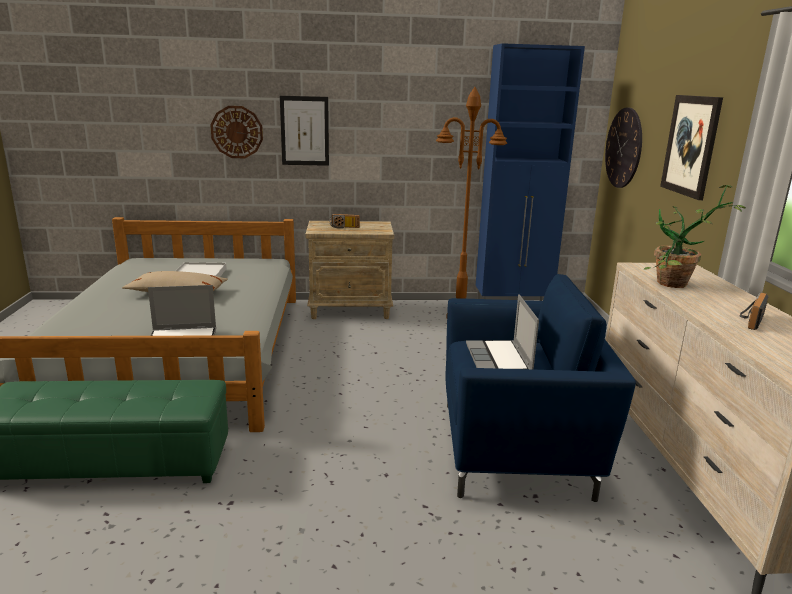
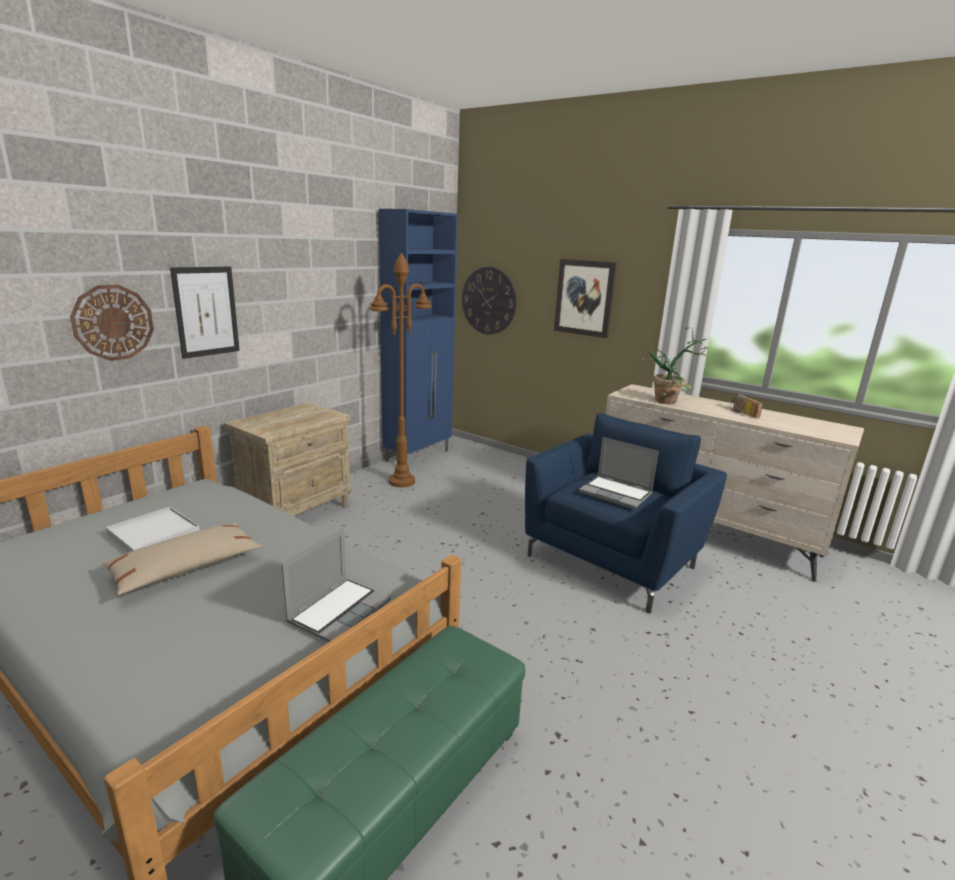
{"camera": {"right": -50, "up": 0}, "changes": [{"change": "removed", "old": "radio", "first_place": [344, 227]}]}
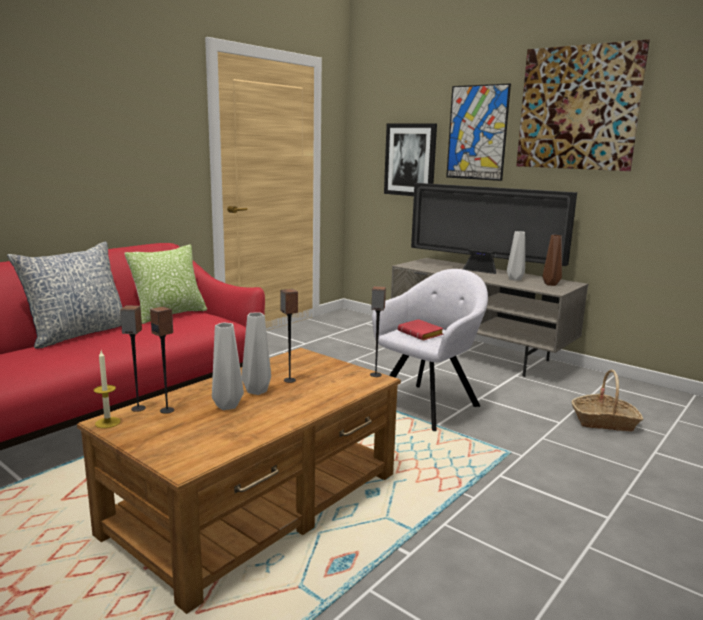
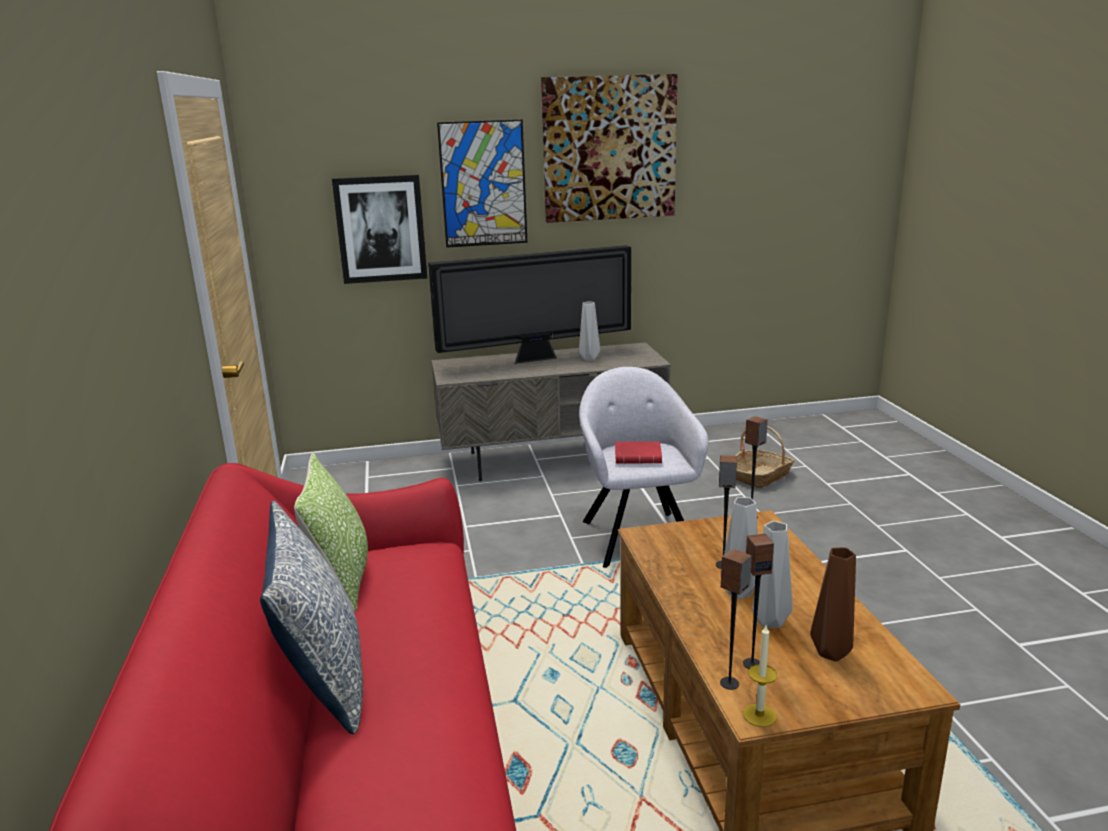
{"camera": {"right": -50, "up": 5}, "changes": [{"change": "moved", "old": "brown vase", "first_place": [551, 284], "second_place": [831, 652]}]}
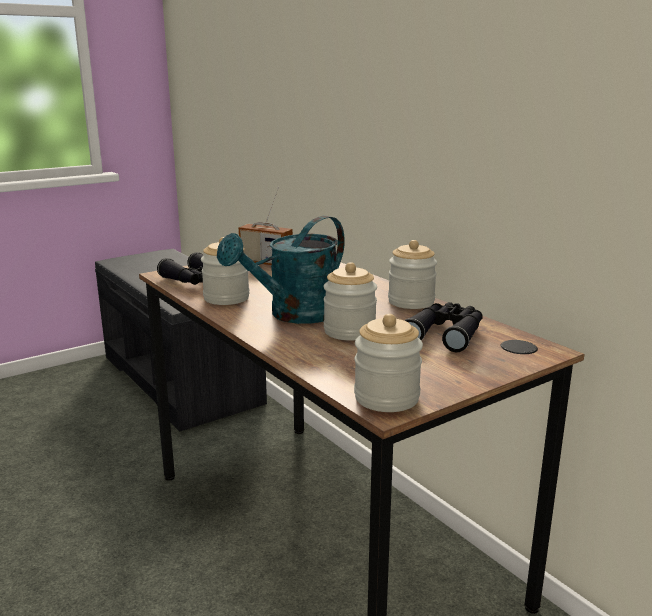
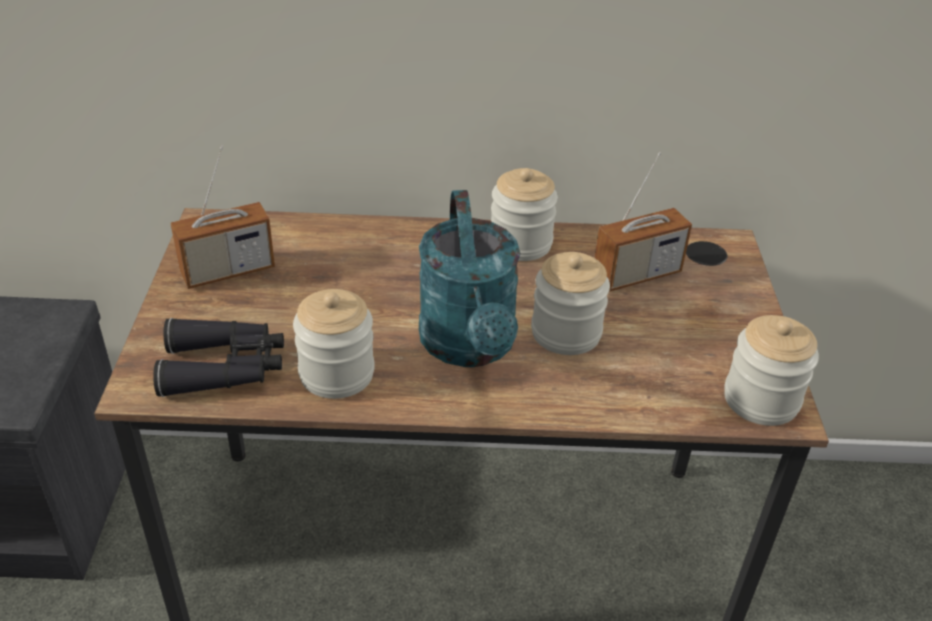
{"camera": {"right": -55, "up": 20}, "changes": [{"change": "replaced", "old": "black binoculars", "new": "radio", "first_place": [446, 334], "second_place": [636, 275]}]}
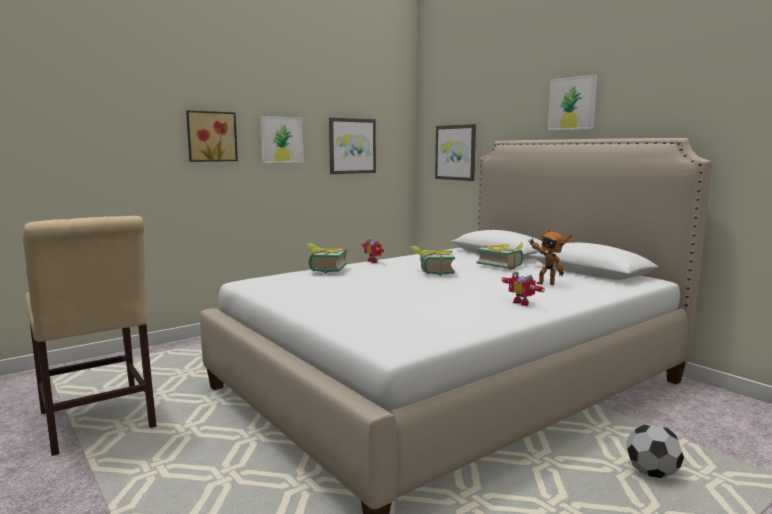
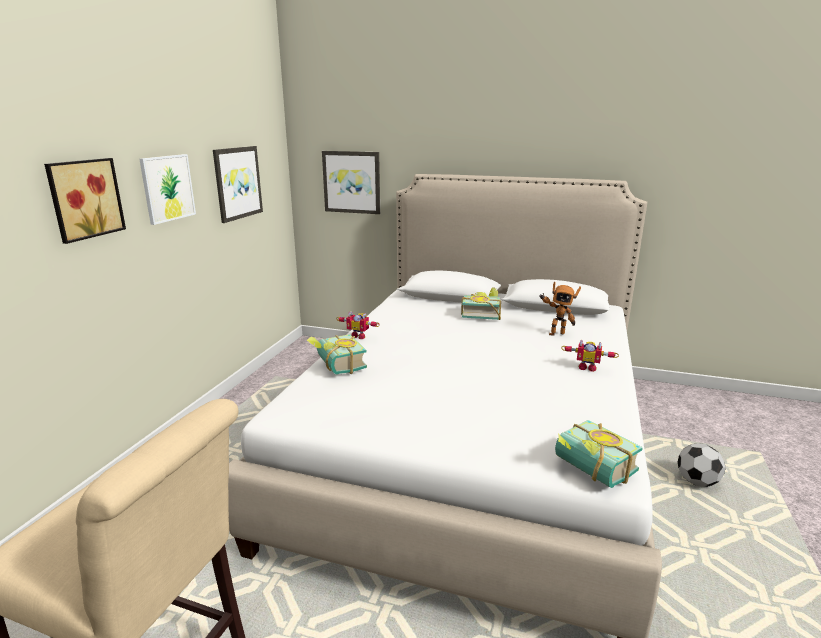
{"camera": {"right": -35, "up": 10}, "changes": [{"change": "removed", "old": "picture", "first_place": [572, 103]}, {"change": "moved", "old": "book", "first_place": [432, 272], "second_place": [590, 470]}]}
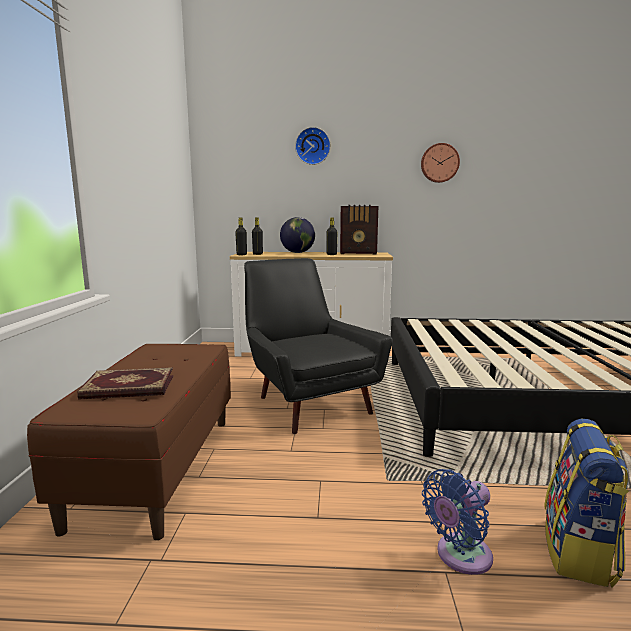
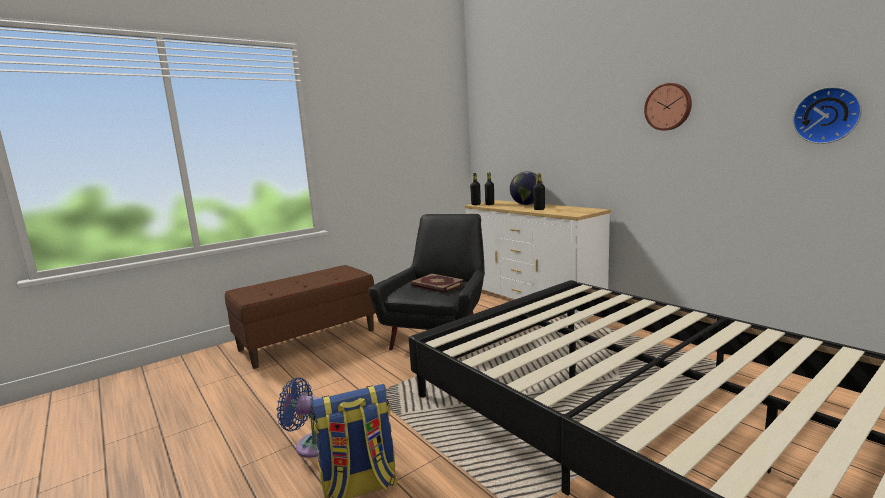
{"camera": {"right": 50, "up": 0}, "changes": [{"change": "removed", "old": "radio", "first_place": [359, 253]}, {"change": "moved", "old": "book", "first_place": [128, 388], "second_place": [437, 285]}, {"change": "moved", "old": "wall clock", "first_place": [313, 146], "second_place": [827, 115]}]}
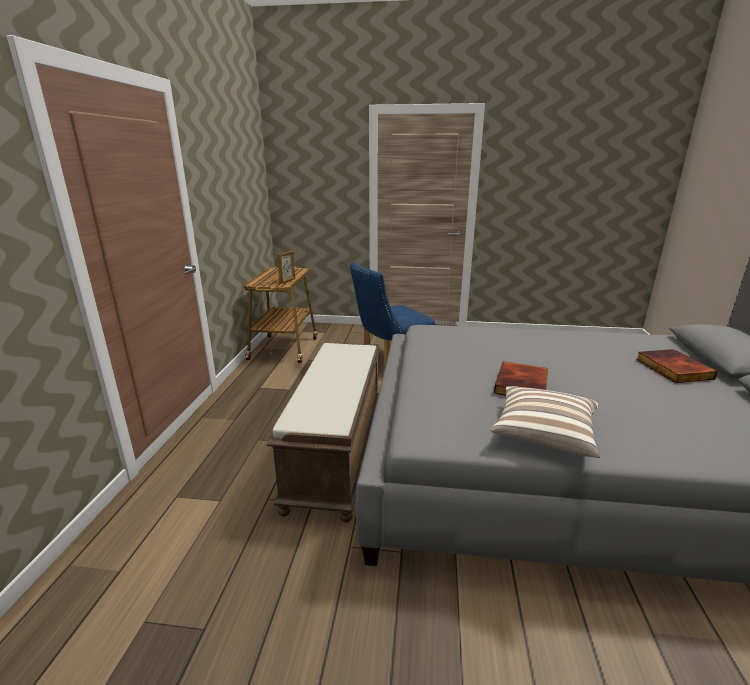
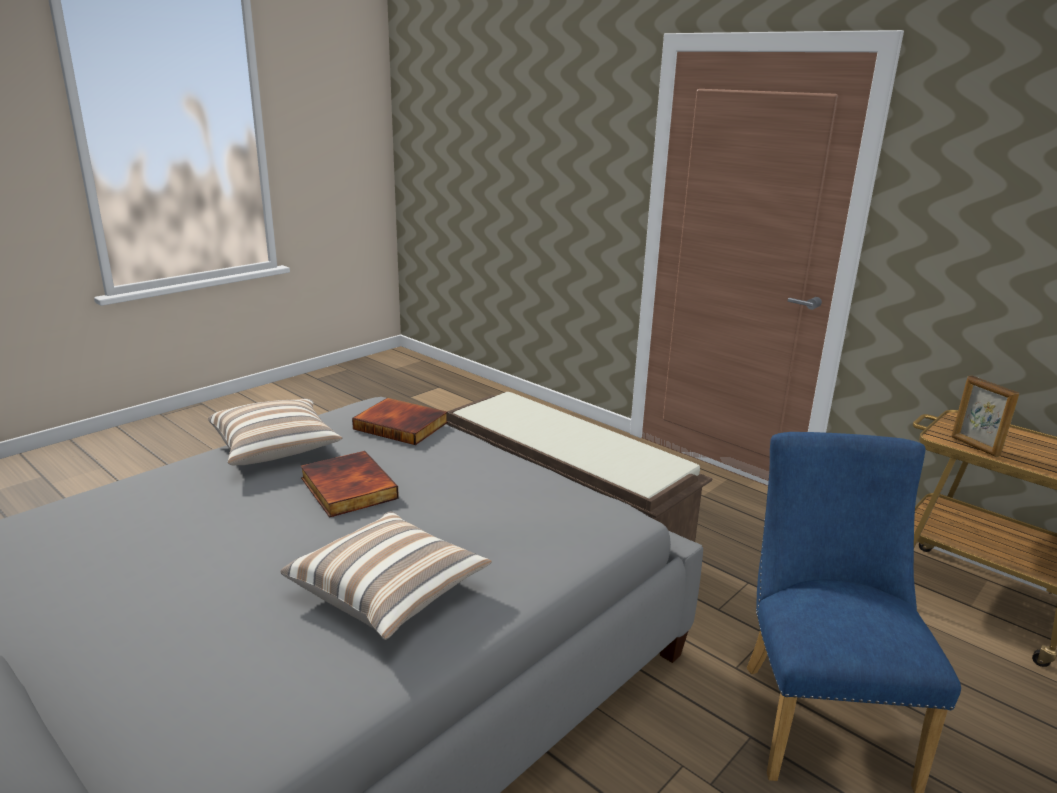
{"camera": {"right": 125, "up": 0}, "changes": [{"change": "added", "new": "pillow", "second_place": [389, 593]}, {"change": "moved", "old": "book", "first_place": [672, 369], "second_place": [402, 425]}]}
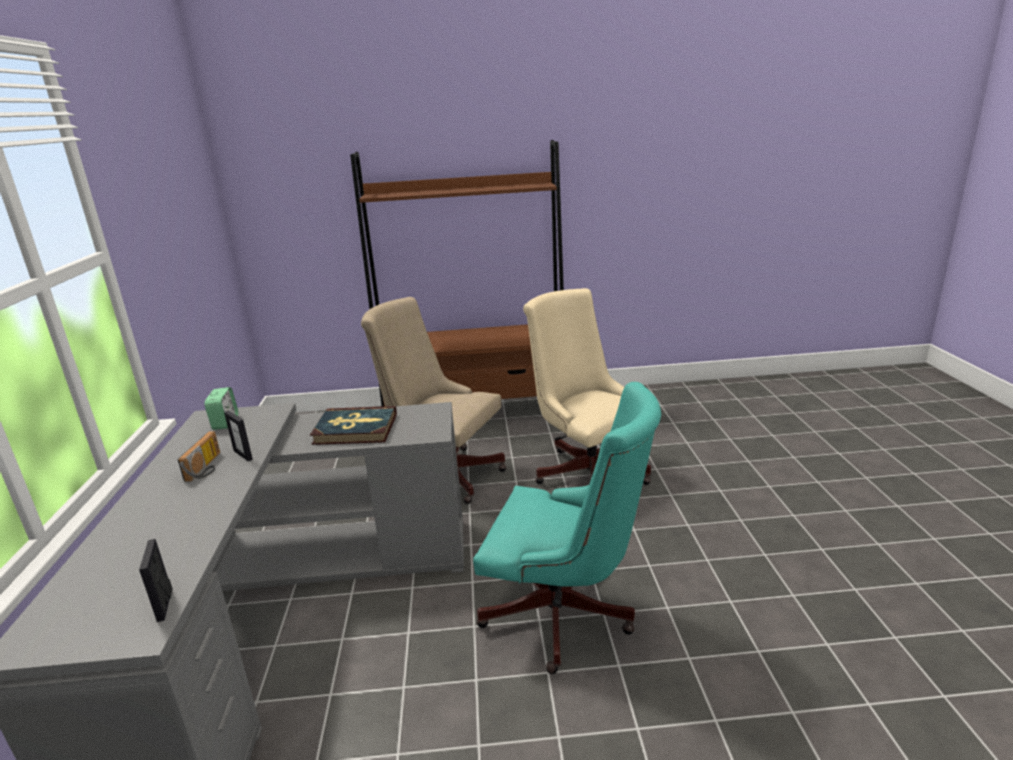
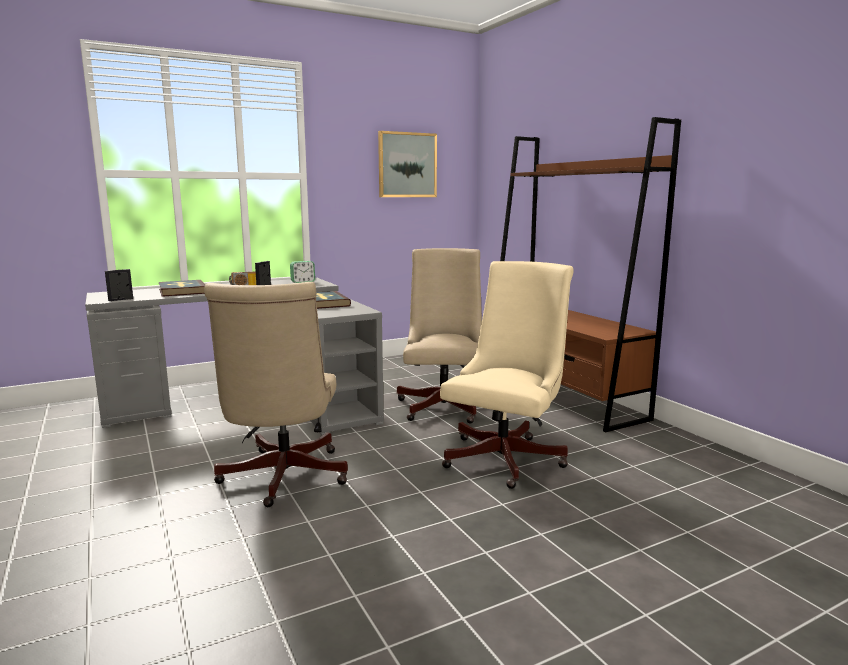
{"camera": {"right": 65, "up": -10}, "changes": [{"change": "added", "new": "book", "second_place": [182, 291]}, {"change": "added", "new": "picture", "second_place": [407, 165]}, {"change": "recoloured", "old": "turquoise office chair", "new": "beige office chair", "first_place": [566, 616], "second_place": [281, 479]}]}
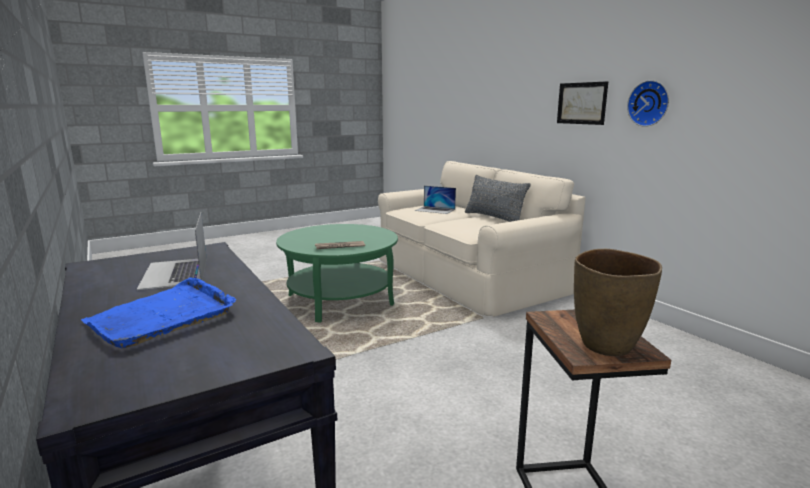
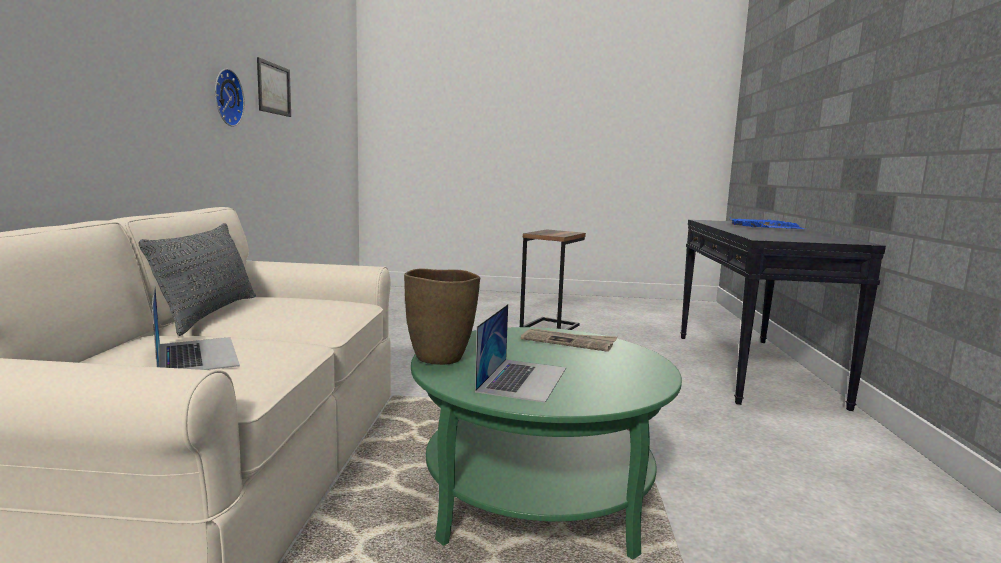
{"camera": {"right": -145, "up": -5}, "changes": [{"change": "moved", "old": "laptop", "first_place": [175, 273], "second_place": [523, 379]}, {"change": "moved", "old": "picture", "first_place": [581, 103], "second_place": [274, 89]}, {"change": "moved", "old": "brown vase", "first_place": [607, 346], "second_place": [440, 358]}]}
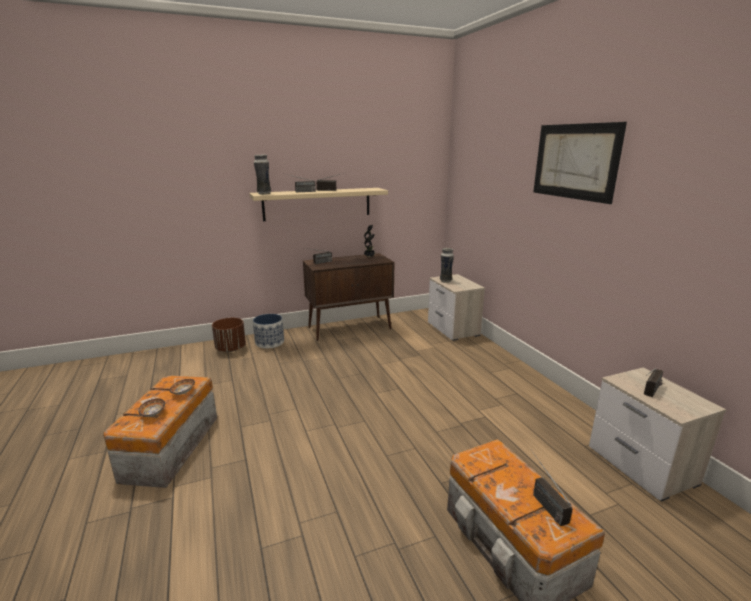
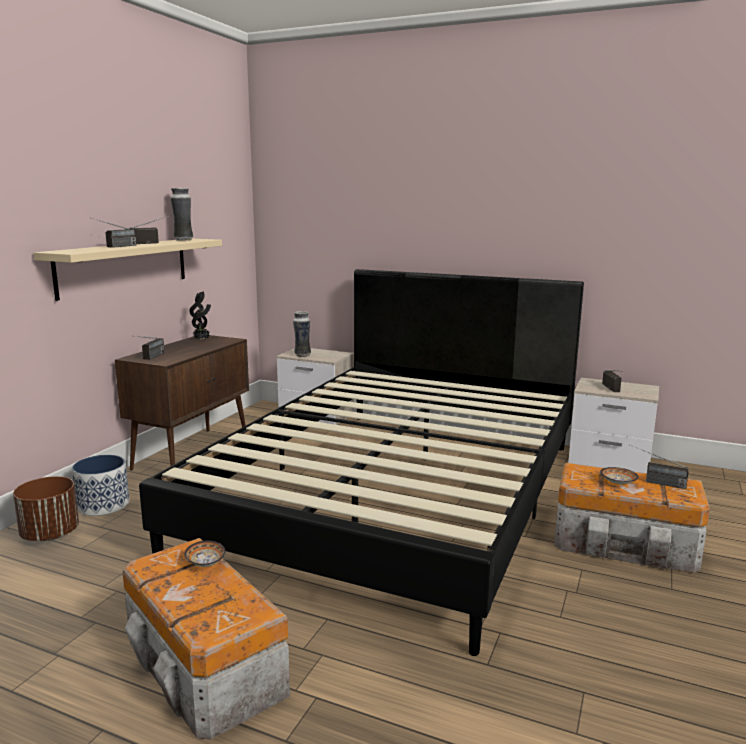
{"camera": {"right": -45, "up": -5}, "changes": [{"change": "removed", "old": "picture", "first_place": [574, 161]}, {"change": "added", "new": "black bed", "second_place": [399, 495]}, {"change": "moved", "old": "bowl", "first_place": [153, 414], "second_place": [618, 483]}, {"change": "moved", "old": "vase", "first_place": [264, 194], "second_place": [183, 240]}]}
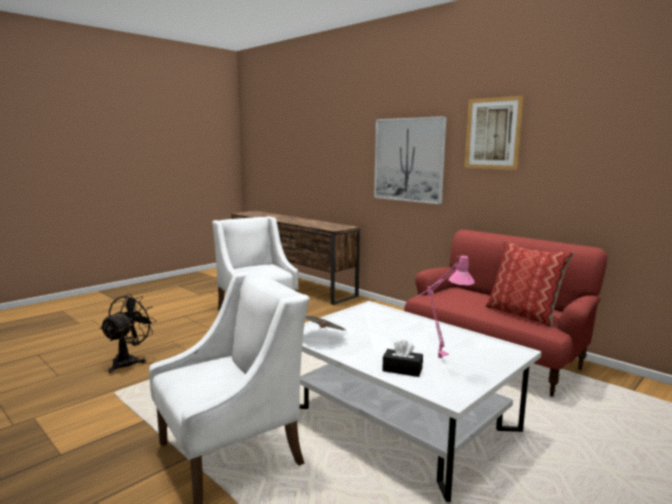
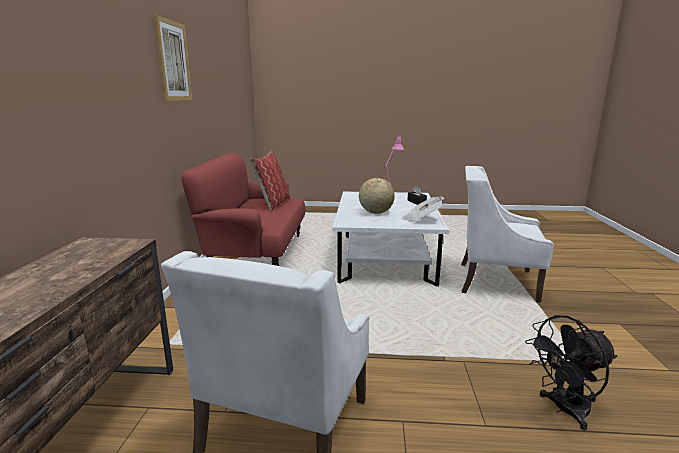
{"camera": {"right": -130, "up": 5}, "changes": [{"change": "removed", "old": "picture", "first_place": [408, 160]}, {"change": "added", "new": "globe", "second_place": [376, 212]}]}
